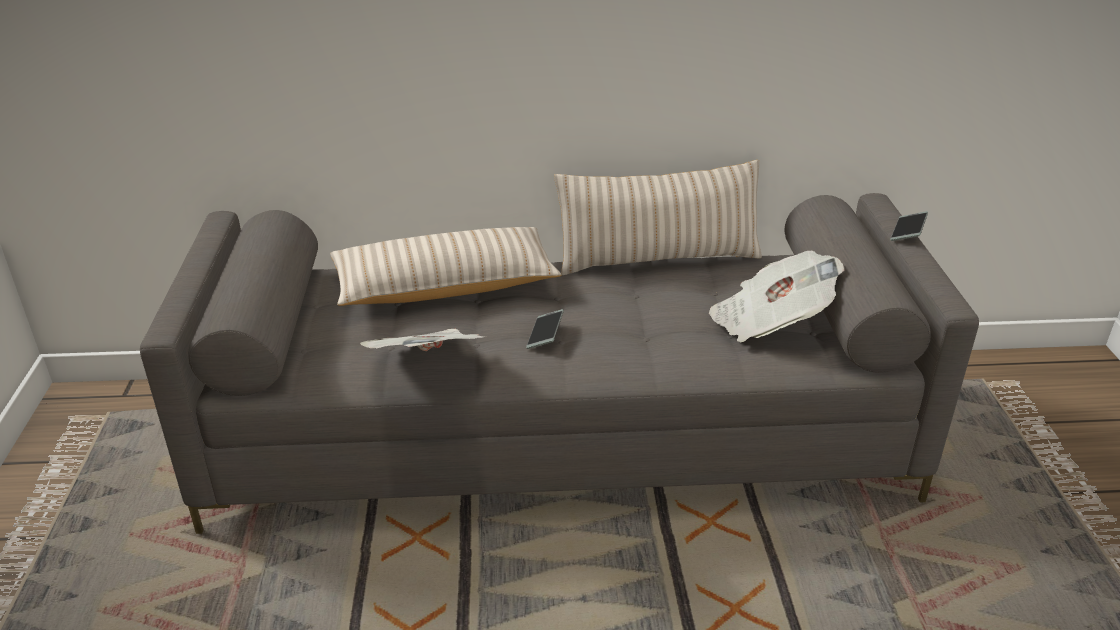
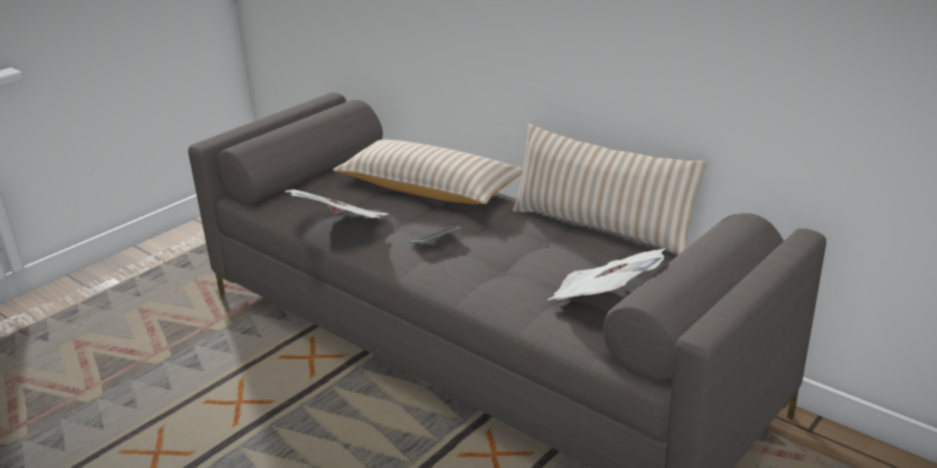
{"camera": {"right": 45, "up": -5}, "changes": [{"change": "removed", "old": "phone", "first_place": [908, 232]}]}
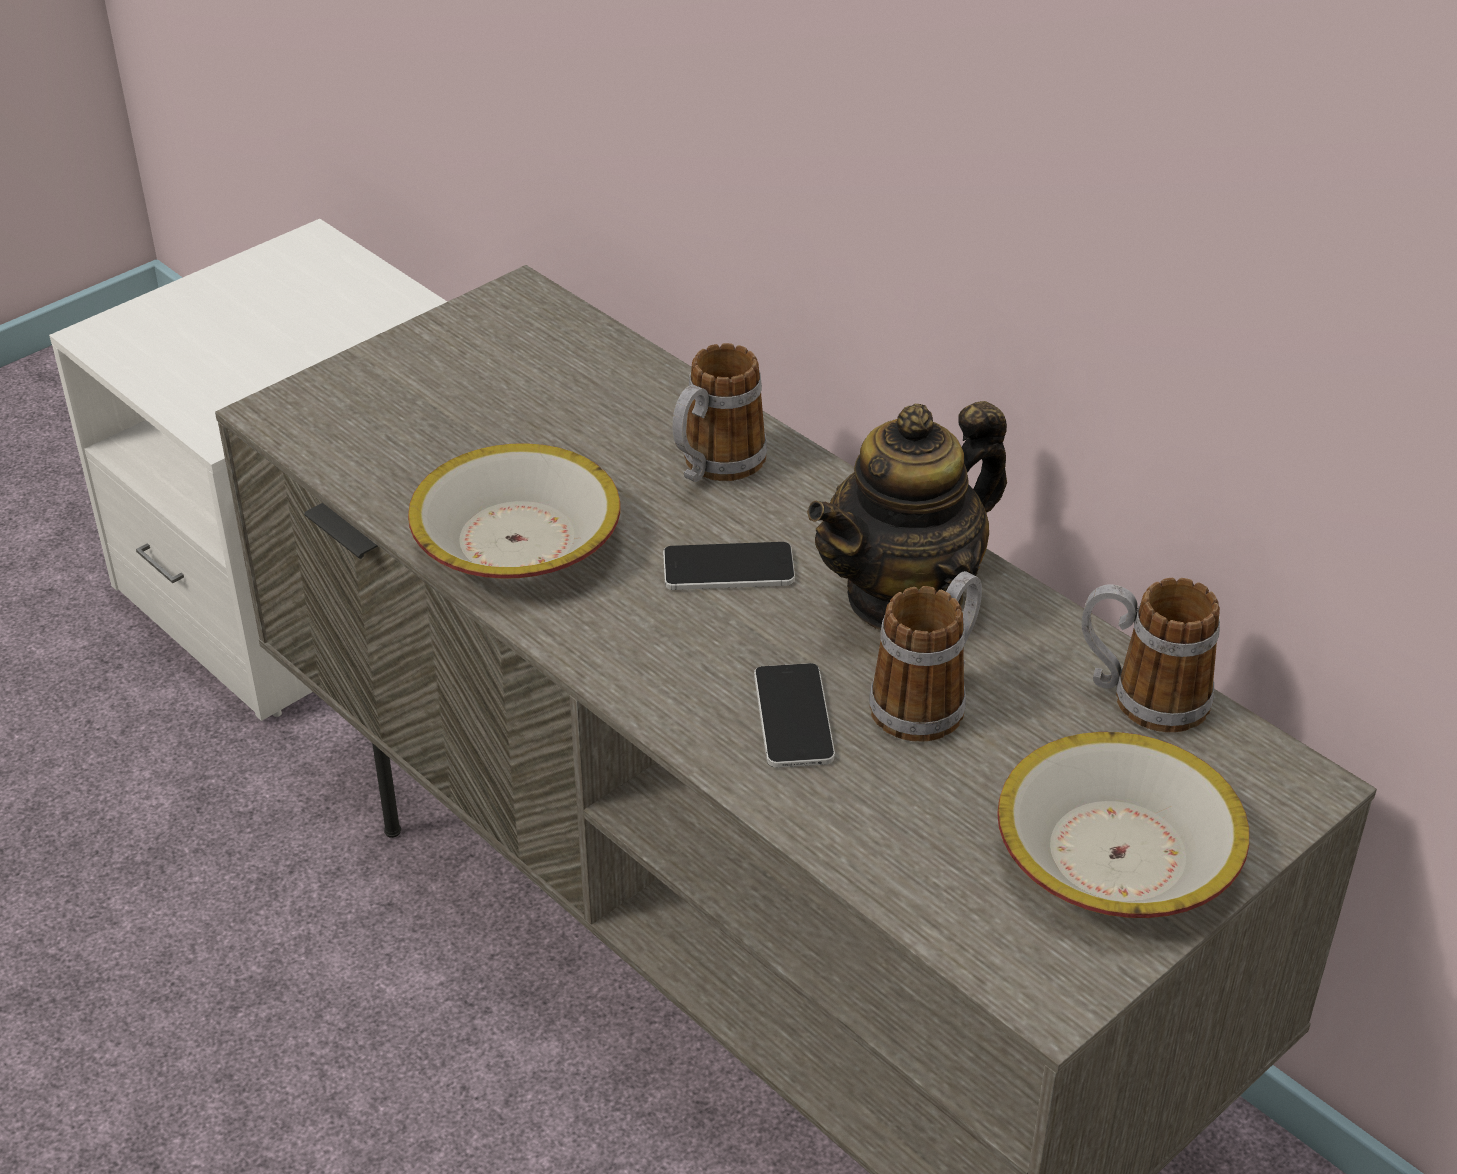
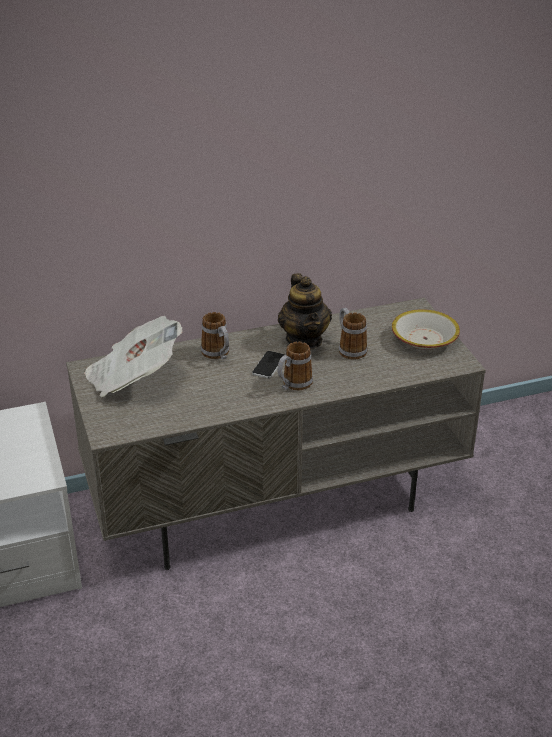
{"camera": {"right": -65, "up": -5}, "changes": [{"change": "removed", "old": "bowl", "first_place": [515, 541]}, {"change": "removed", "old": "phone", "first_place": [793, 717]}, {"change": "added", "new": "newspaper", "second_place": [133, 377]}, {"change": "moved", "old": "mug", "first_place": [1141, 698], "second_place": [293, 385]}]}
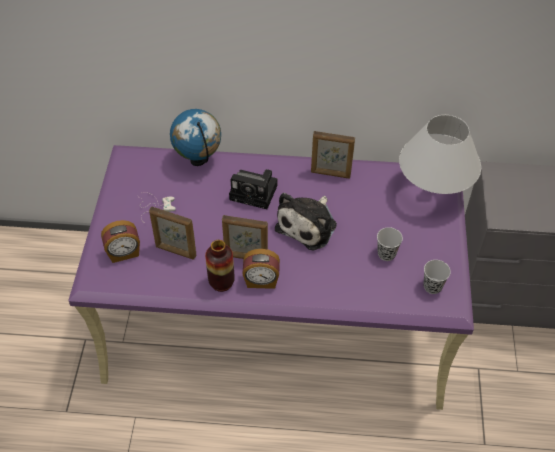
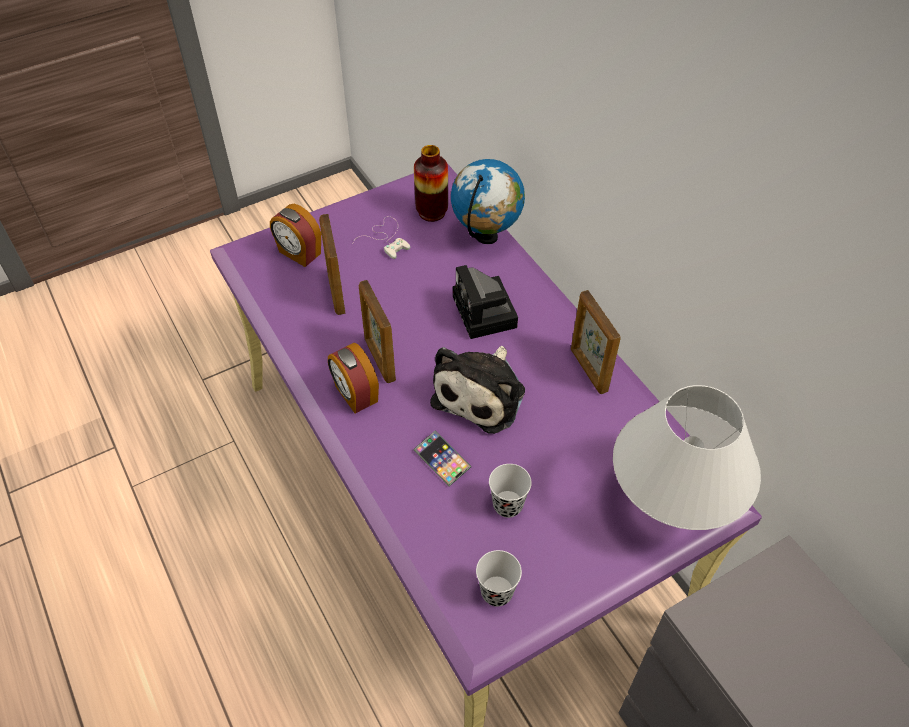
{"camera": {"right": 55, "up": 0}, "changes": [{"change": "added", "new": "phone", "second_place": [442, 460]}, {"change": "moved", "old": "vase", "first_place": [221, 282], "second_place": [432, 212]}, {"change": "turned", "old": "plush toy", "first_place": [308, 225], "second_place": [482, 393], "degrees": -60}]}
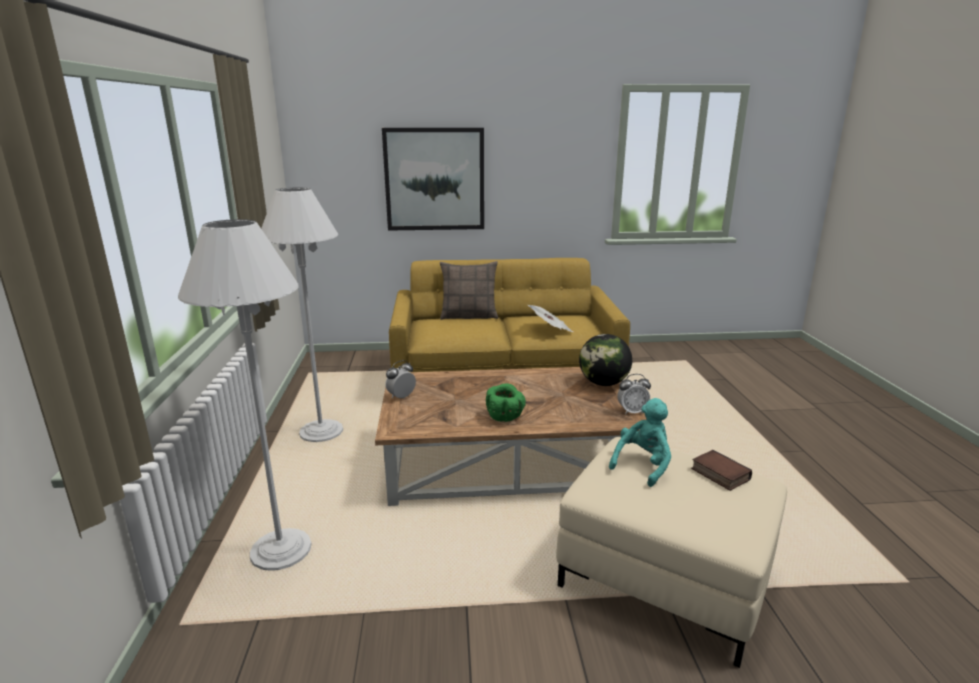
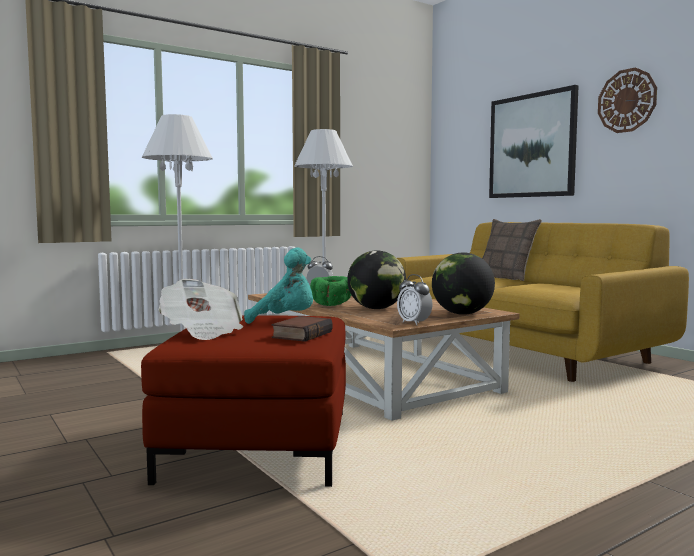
{"camera": {"right": 60, "up": -15}, "changes": [{"change": "added", "new": "globe", "second_place": [376, 308]}, {"change": "added", "new": "wall clock", "second_place": [627, 100]}, {"change": "moved", "old": "newspaper", "first_place": [550, 330], "second_place": [202, 331]}, {"change": "recoloured", "old": "beige ottoman", "new": "red ottoman", "first_place": [666, 576], "second_place": [260, 445]}]}
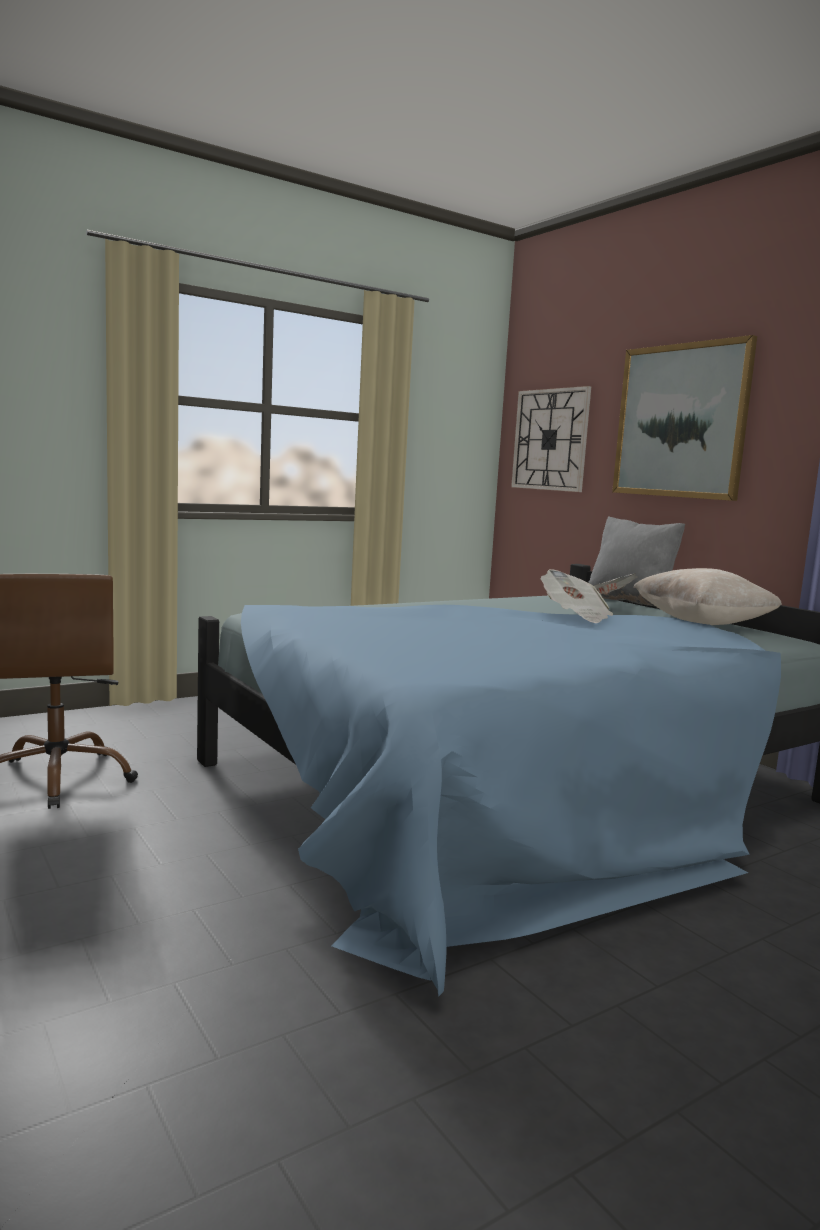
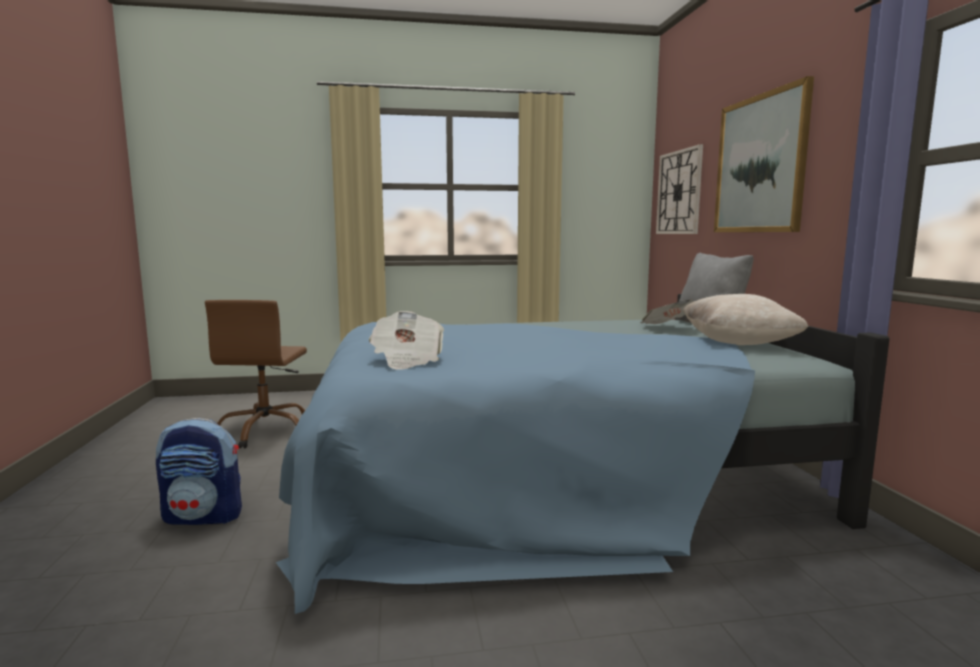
{"camera": {"right": 25, "up": 0}, "changes": [{"change": "added", "new": "backpack", "second_place": [204, 516]}, {"change": "moved", "old": "newspaper", "first_place": [575, 616], "second_place": [407, 360]}]}
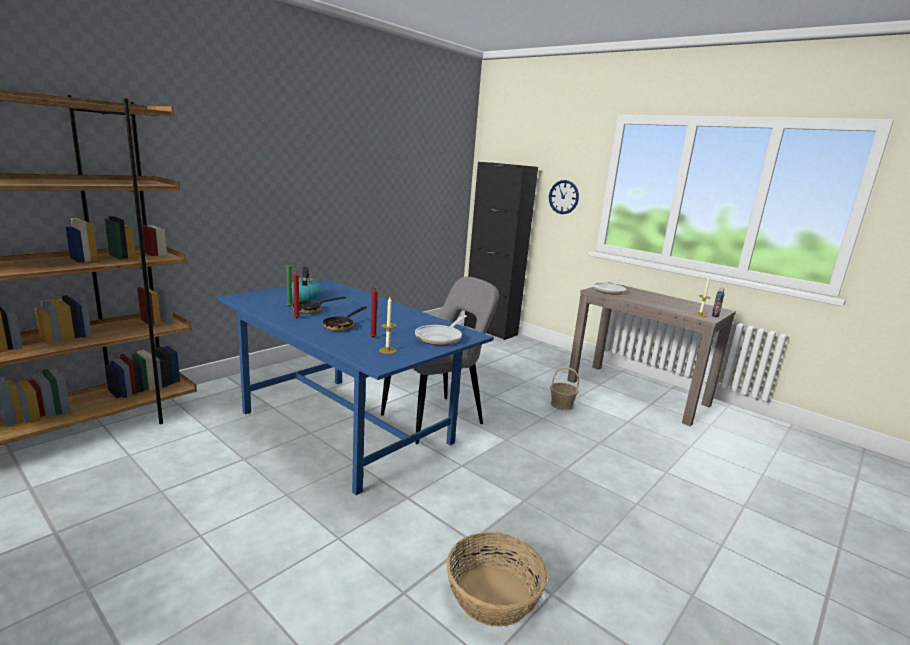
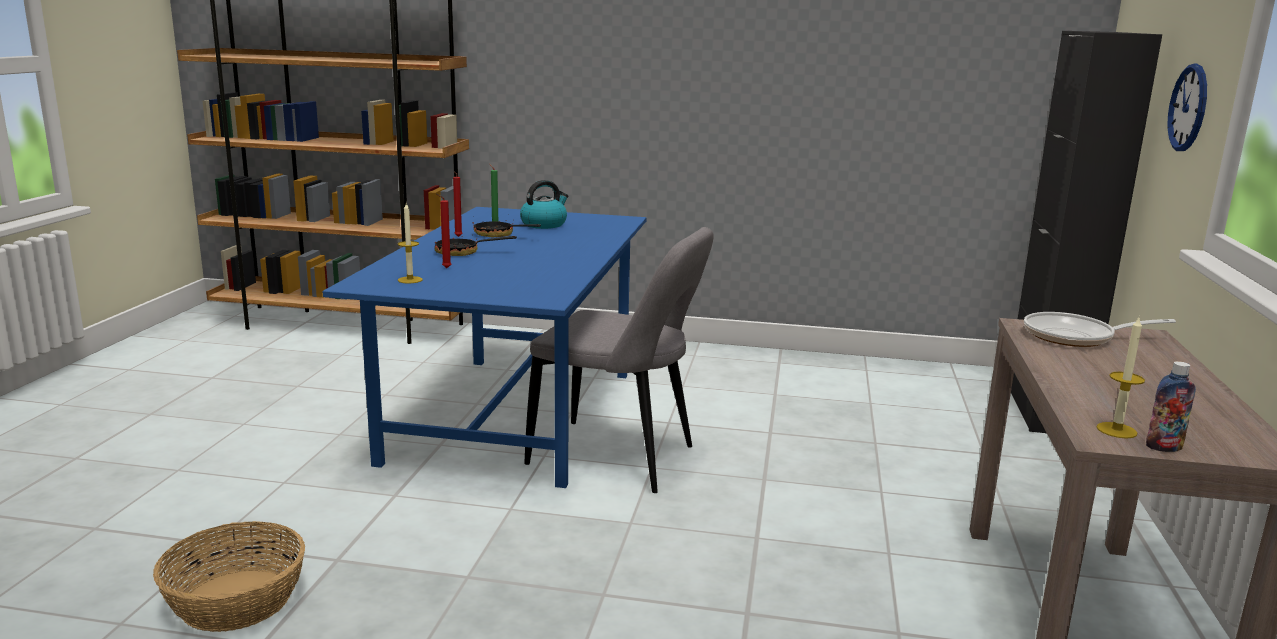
{"camera": {"right": 60, "up": 0}, "changes": [{"change": "removed", "old": "frying pan", "first_place": [440, 338]}, {"change": "removed", "old": "basket", "first_place": [561, 404]}]}
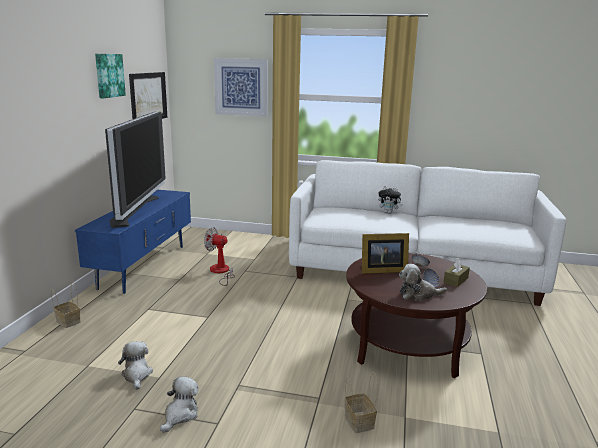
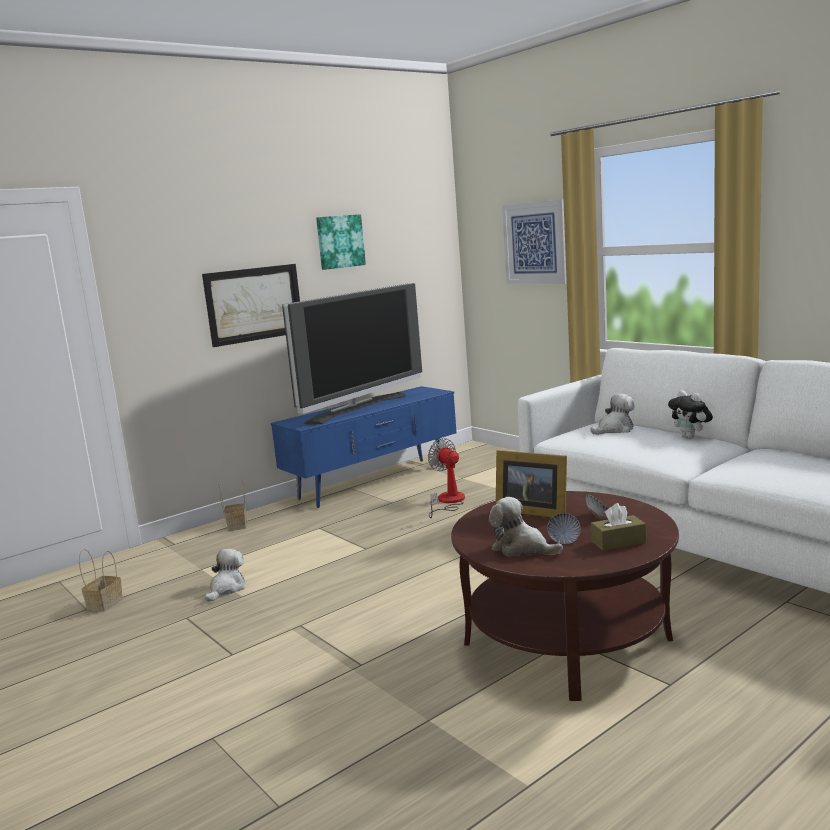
{"camera": {"right": 40, "up": -5}, "changes": [{"change": "moved", "old": "picture", "first_place": [148, 97], "second_place": [254, 304]}, {"change": "moved", "old": "plush toy", "first_place": [180, 415], "second_place": [614, 430]}, {"change": "moved", "old": "basket", "first_place": [358, 421], "second_place": [105, 603]}]}
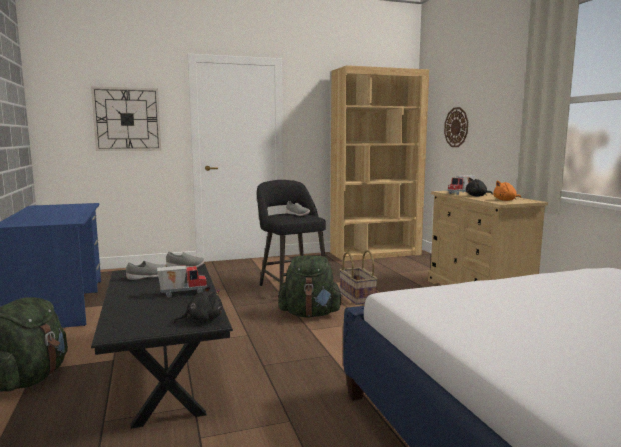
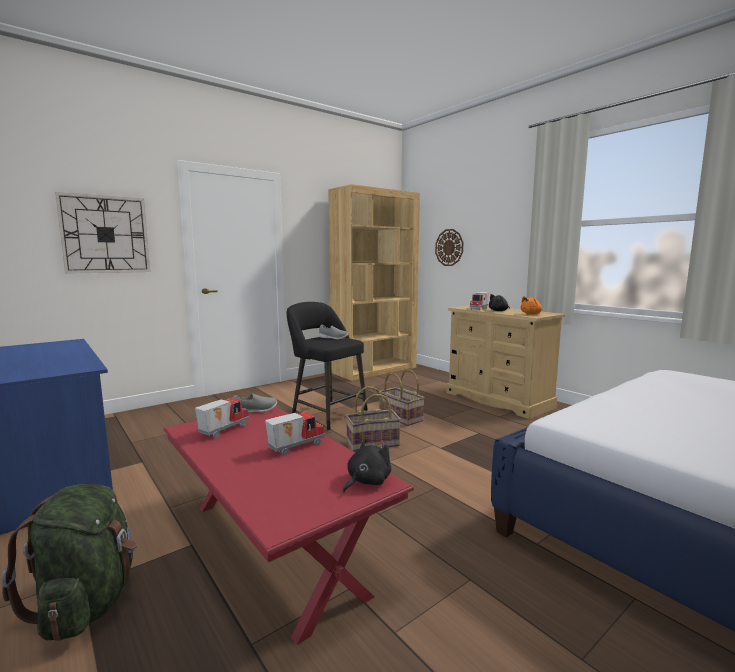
{"camera": {"right": -20, "up": 0}, "changes": [{"change": "replaced", "old": "grey shoe", "new": "toy truck", "first_place": [147, 277], "second_place": [223, 430]}, {"change": "replaced", "old": "green backpack", "new": "basket", "first_place": [310, 314], "second_place": [372, 443]}, {"change": "recoloured", "old": "black coffee table", "new": "red coffee table", "first_place": [165, 371], "second_place": [273, 546]}]}
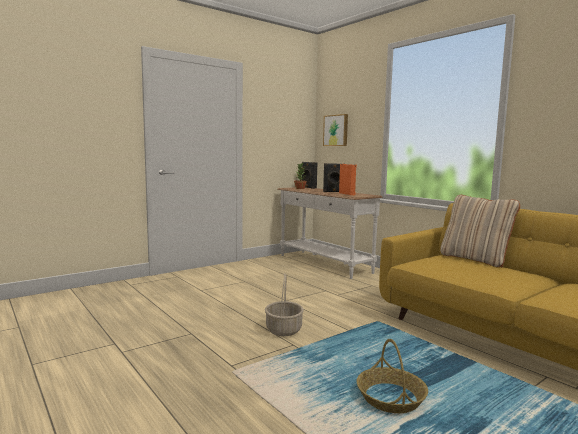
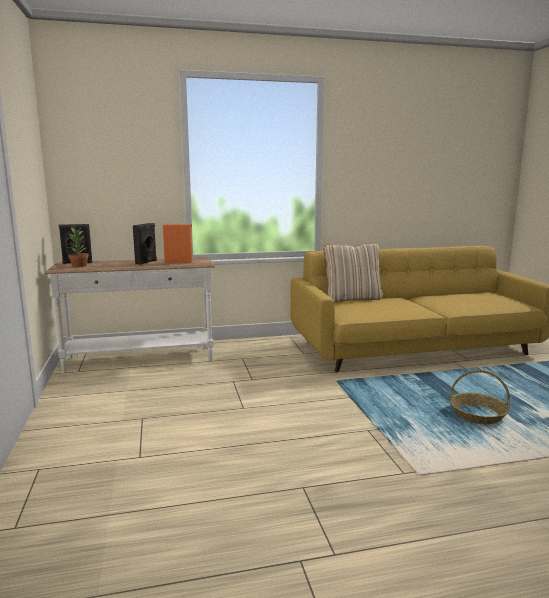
{"camera": {"right": -65, "up": 5}, "changes": [{"change": "removed", "old": "basket", "first_place": [283, 329]}, {"change": "removed", "old": "picture", "first_place": [336, 130]}]}
